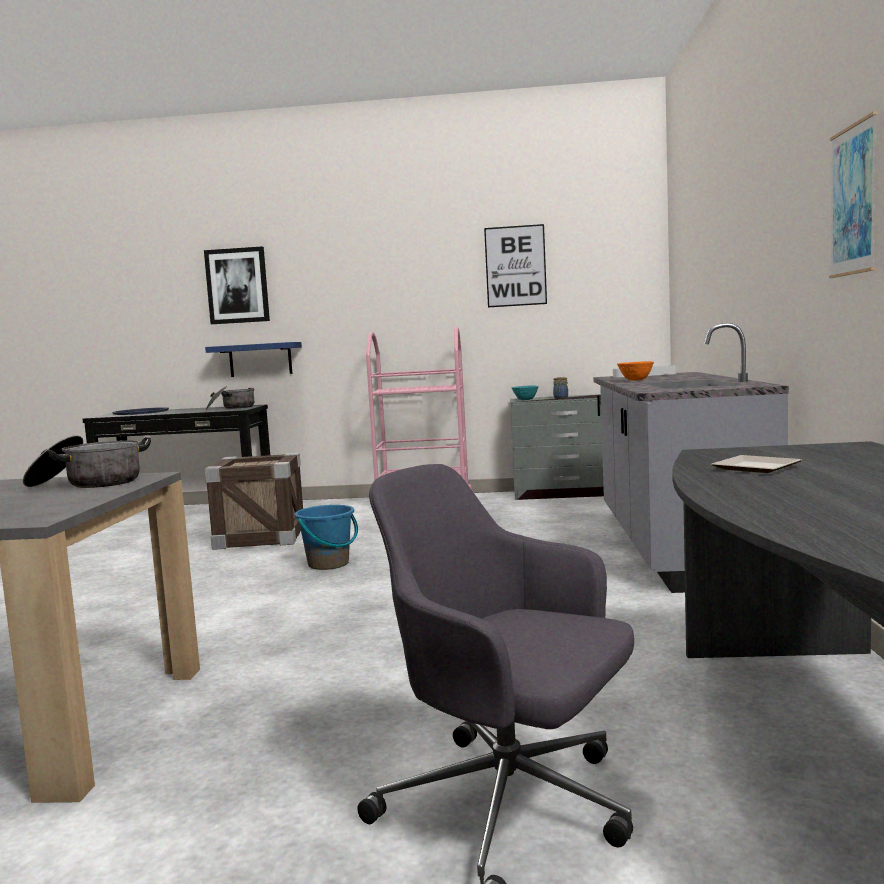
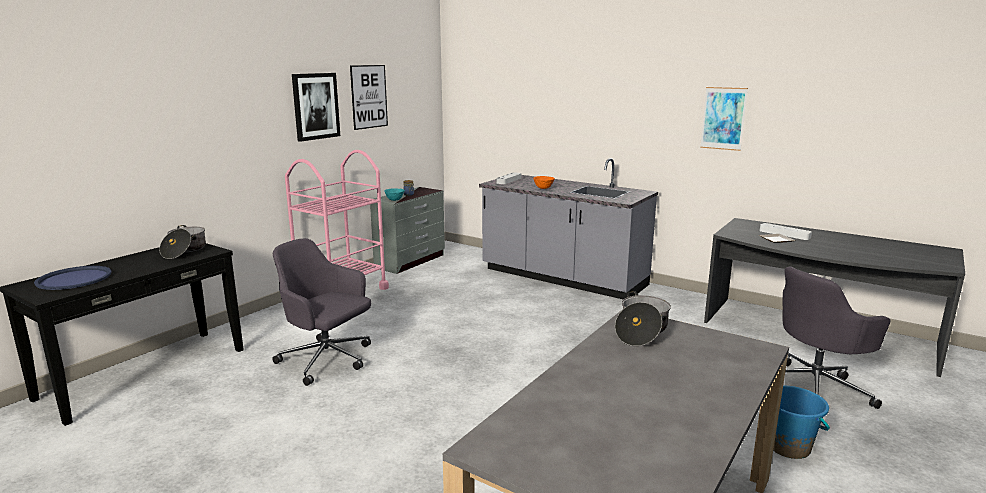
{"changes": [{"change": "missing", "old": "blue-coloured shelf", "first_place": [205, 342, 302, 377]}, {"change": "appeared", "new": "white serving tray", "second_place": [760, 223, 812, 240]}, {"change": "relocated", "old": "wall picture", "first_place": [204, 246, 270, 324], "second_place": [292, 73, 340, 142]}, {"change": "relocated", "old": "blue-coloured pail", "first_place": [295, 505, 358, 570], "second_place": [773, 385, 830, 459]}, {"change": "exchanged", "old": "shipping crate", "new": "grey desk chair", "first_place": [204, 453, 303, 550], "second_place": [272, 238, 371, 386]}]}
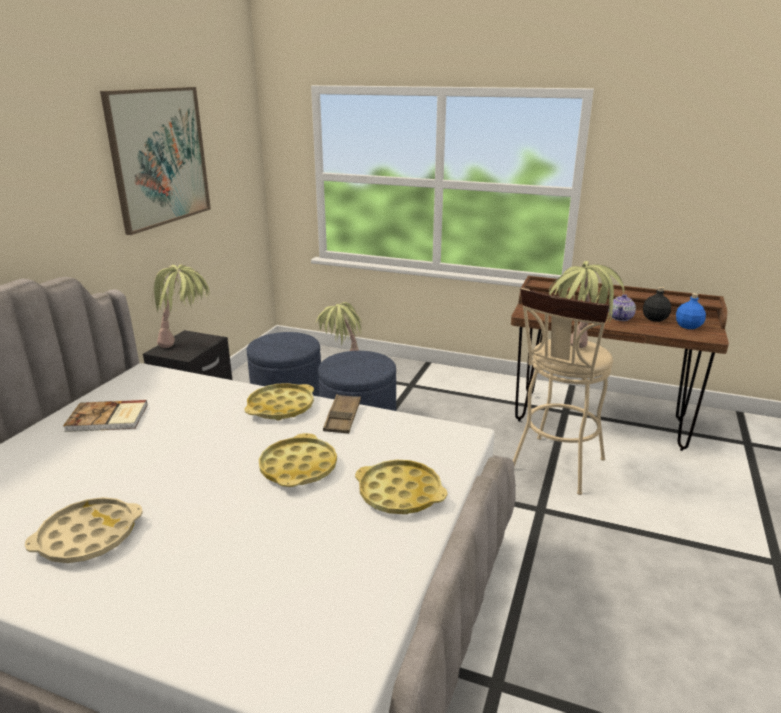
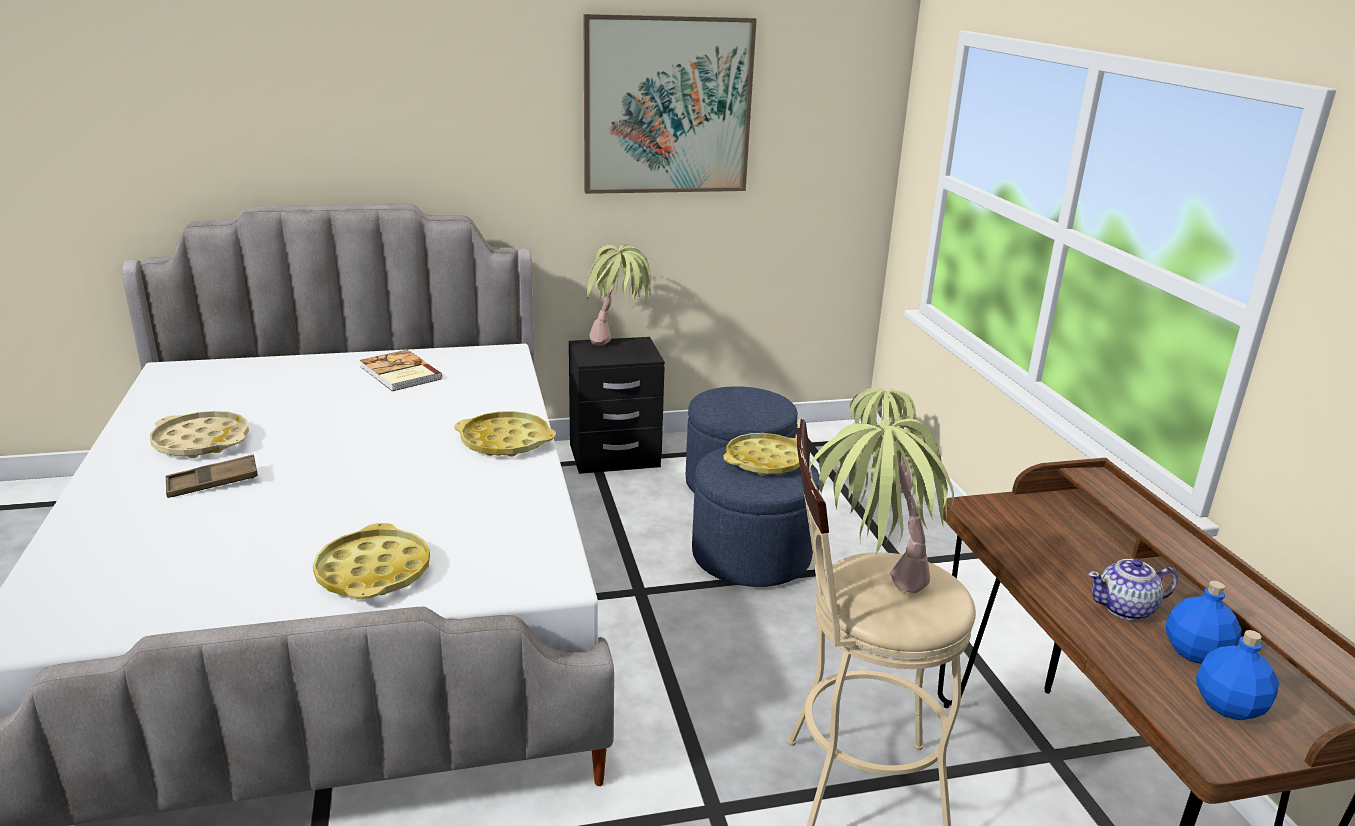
{"changes": [{"change": "relocated", "old": "yellowish serving tray", "first_place": [259, 433, 337, 487], "second_place": [723, 433, 800, 476]}, {"change": "relocated", "old": "brown-coloured serving tray", "first_place": [323, 394, 361, 434], "second_place": [165, 455, 258, 498]}, {"change": "colour", "old": "black-coloured bottle", "new": "blue-coloured bottle", "first_place": [643, 286, 671, 322], "second_place": [1166, 581, 1242, 664]}]}
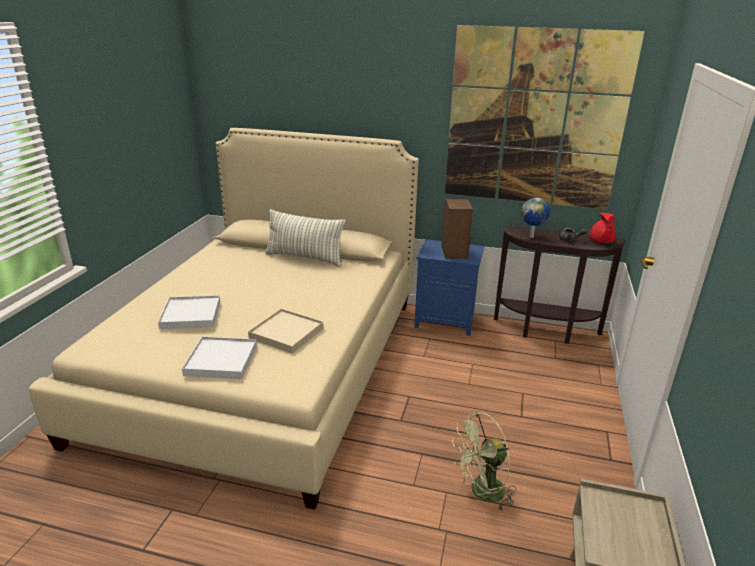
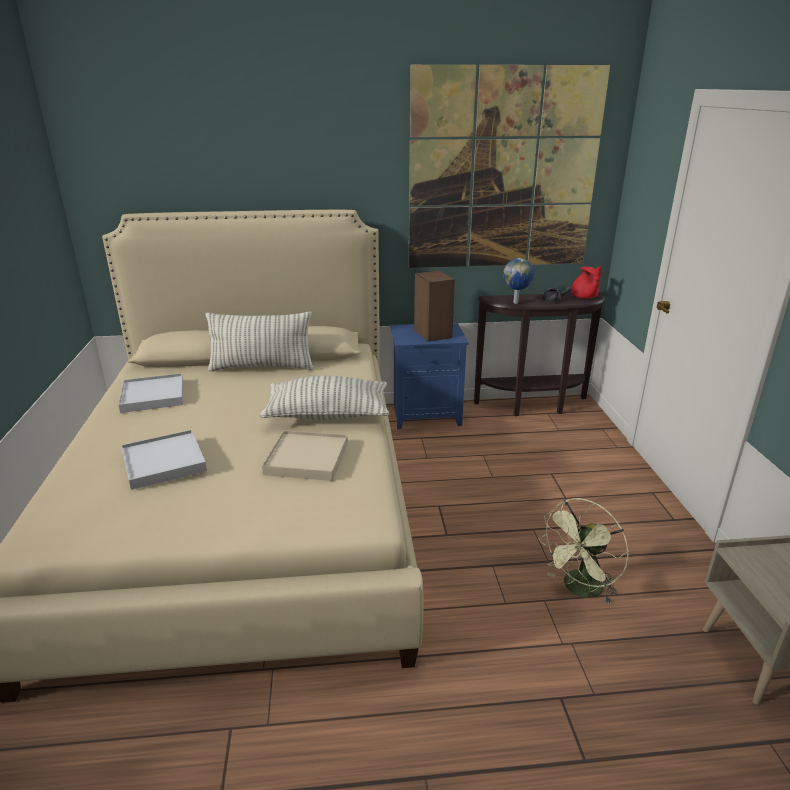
{"changes": [{"change": "appeared", "new": "throw pillow", "second_place": [260, 376, 389, 420]}, {"change": "relocated", "old": "white serving tray", "first_place": [182, 336, 257, 379], "second_place": [118, 373, 183, 413]}]}
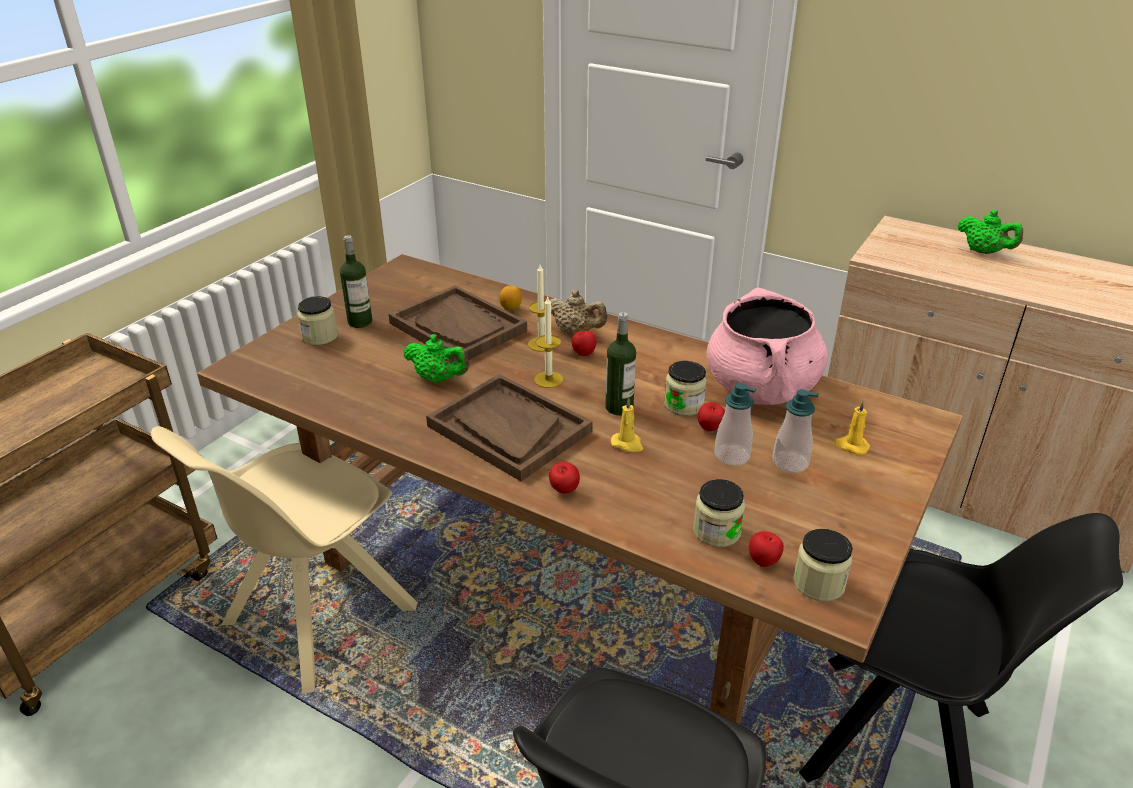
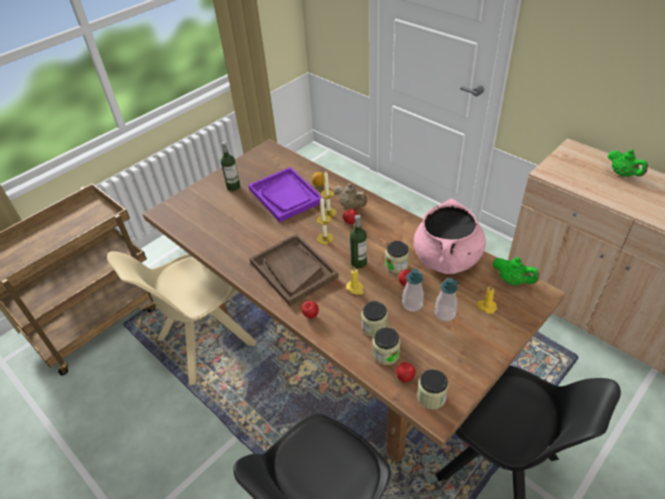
{"changes": [{"change": "relocated", "old": "jar", "first_place": [297, 296, 338, 345], "second_place": [361, 301, 388, 337]}, {"change": "relocated", "old": "greenish tea pot", "first_place": [404, 334, 469, 383], "second_place": [493, 257, 539, 285]}, {"change": "colour", "old": "brown-coloured serving tray", "new": "purple serving tray", "first_place": [389, 285, 527, 363], "second_place": [248, 167, 323, 223]}]}
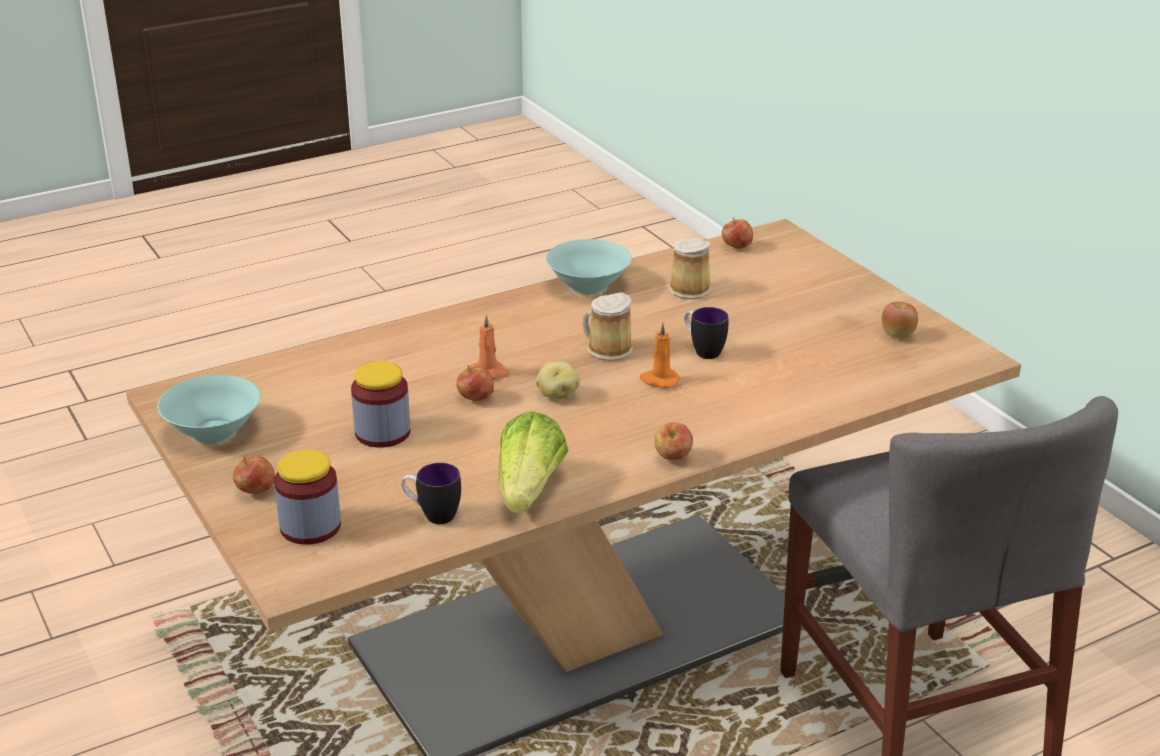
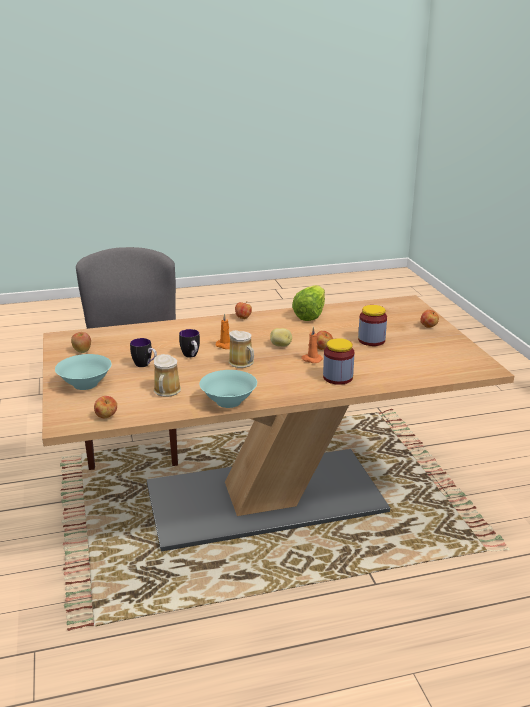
{"changes": [{"change": "relocated", "old": "blue-green serving bowl", "first_place": [158, 375, 261, 444], "second_place": [55, 354, 112, 390]}, {"change": "relocated", "old": "jar", "first_place": [274, 449, 341, 545], "second_place": [323, 338, 354, 385]}, {"change": "relocated", "old": "coffee mug", "first_place": [402, 463, 461, 524], "second_place": [130, 338, 157, 367]}]}
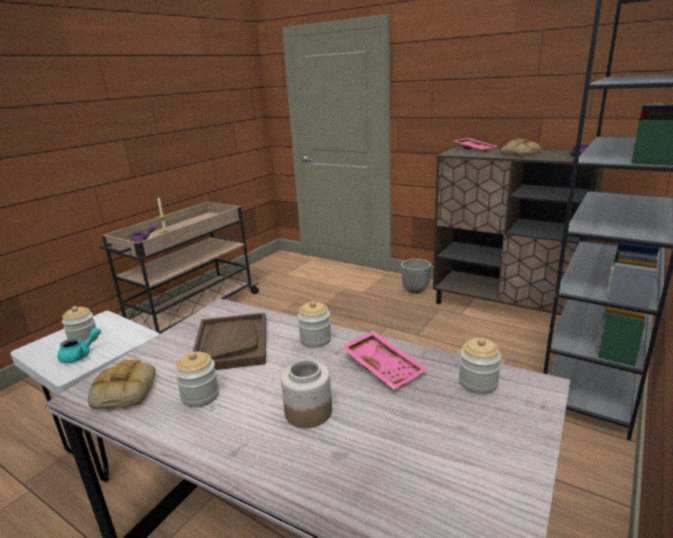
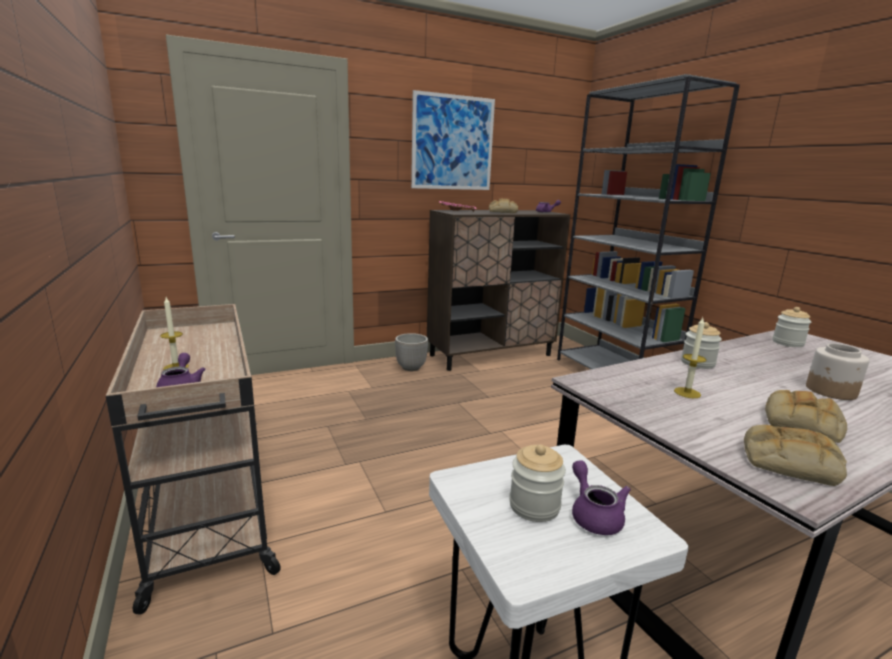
{"changes": [{"change": "missing", "old": "pinkish serving tray", "first_place": [341, 331, 428, 390]}, {"change": "appeared", "new": "wall picture", "second_place": [411, 90, 495, 190]}, {"change": "exchanged", "old": "jar", "new": "bread", "first_place": [175, 352, 219, 408], "second_place": [765, 390, 847, 443]}, {"change": "exchanged", "old": "brown-coloured serving tray", "new": "candle", "first_place": [193, 313, 266, 370], "second_place": [674, 318, 706, 398]}, {"change": "colour", "old": "blue-green tea pot", "new": "purple tea pot", "first_place": [58, 328, 101, 363], "second_place": [572, 460, 631, 535]}]}
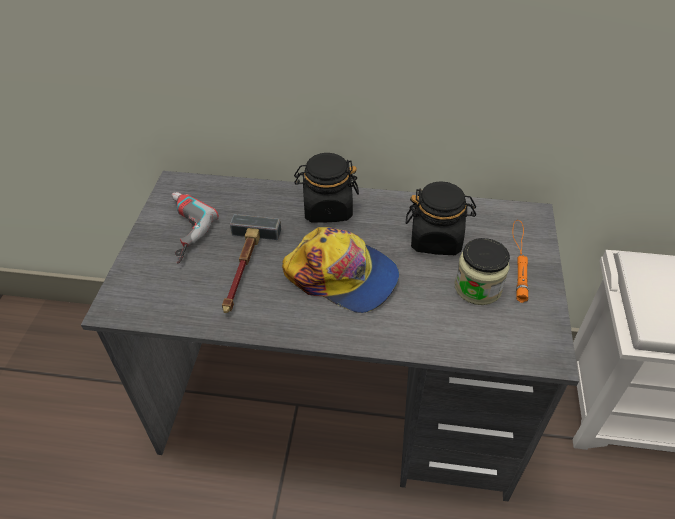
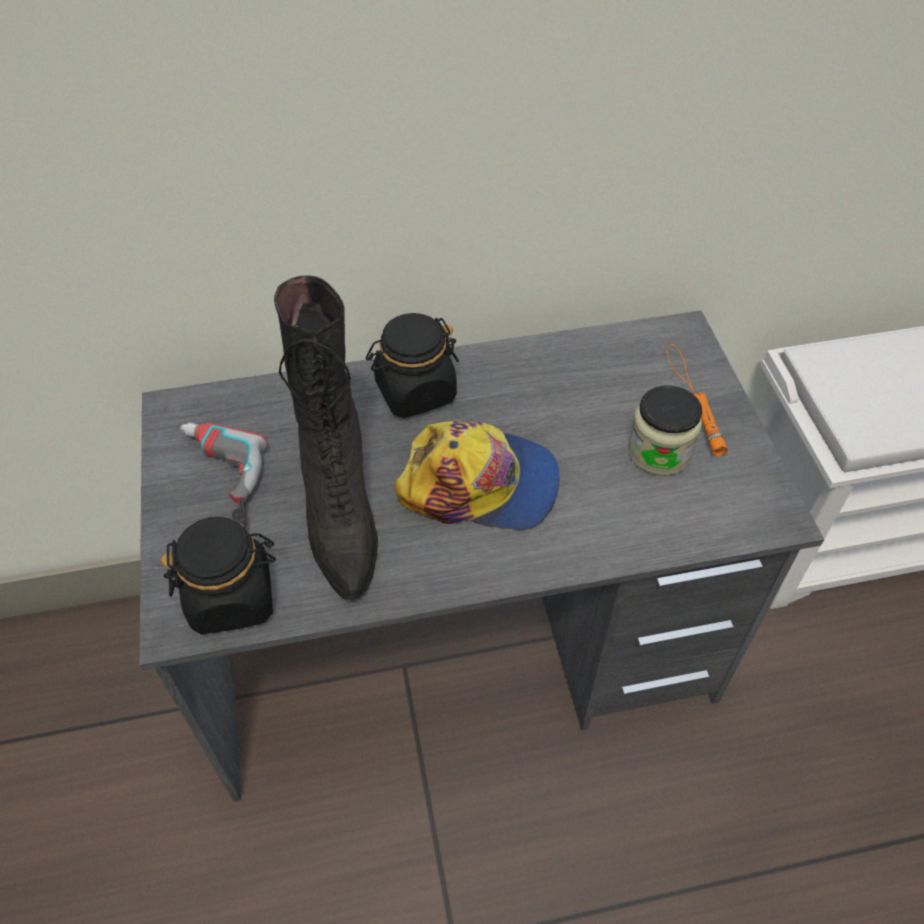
{"changes": [{"change": "relocated", "old": "black-coloured jar", "first_place": [406, 182, 476, 255], "second_place": [161, 517, 276, 634]}, {"change": "exchanged", "old": "hand hammer", "new": "black-coloured high-top boot", "first_place": [222, 214, 281, 313], "second_place": [274, 275, 378, 601]}]}
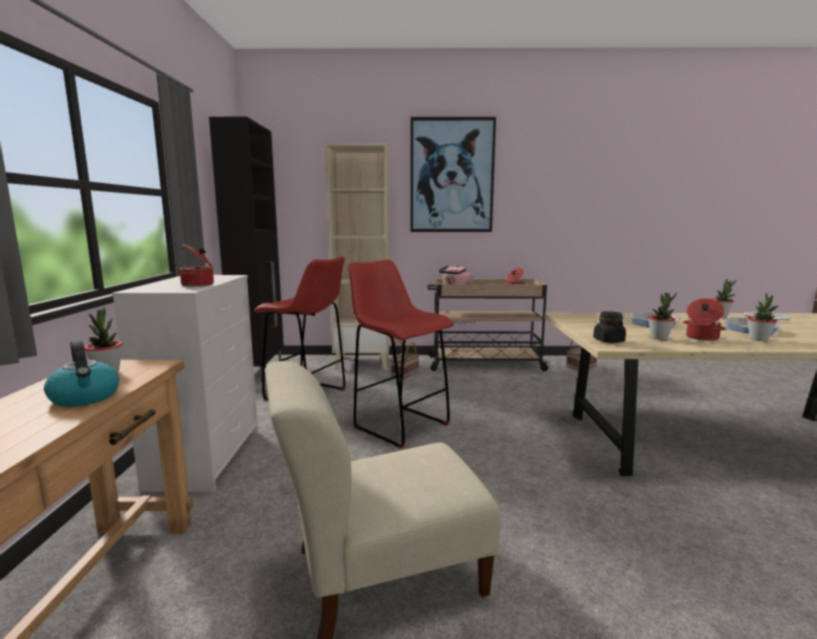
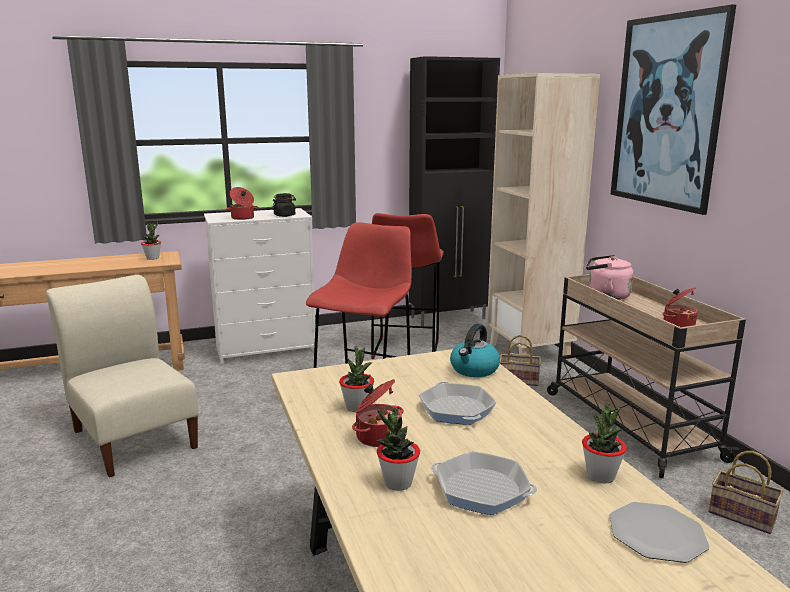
{"changes": [{"change": "relocated", "old": "tea kettle", "first_place": [44, 339, 119, 407], "second_place": [450, 324, 500, 377]}, {"change": "relocated", "old": "black-coloured jar", "first_place": [593, 311, 626, 343], "second_place": [272, 193, 296, 217]}]}
